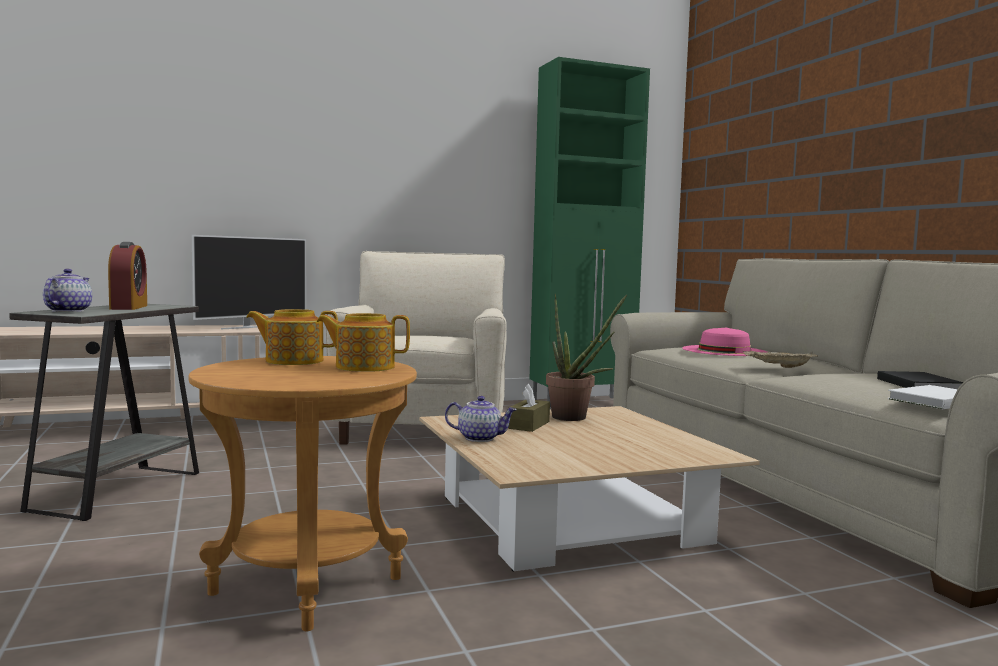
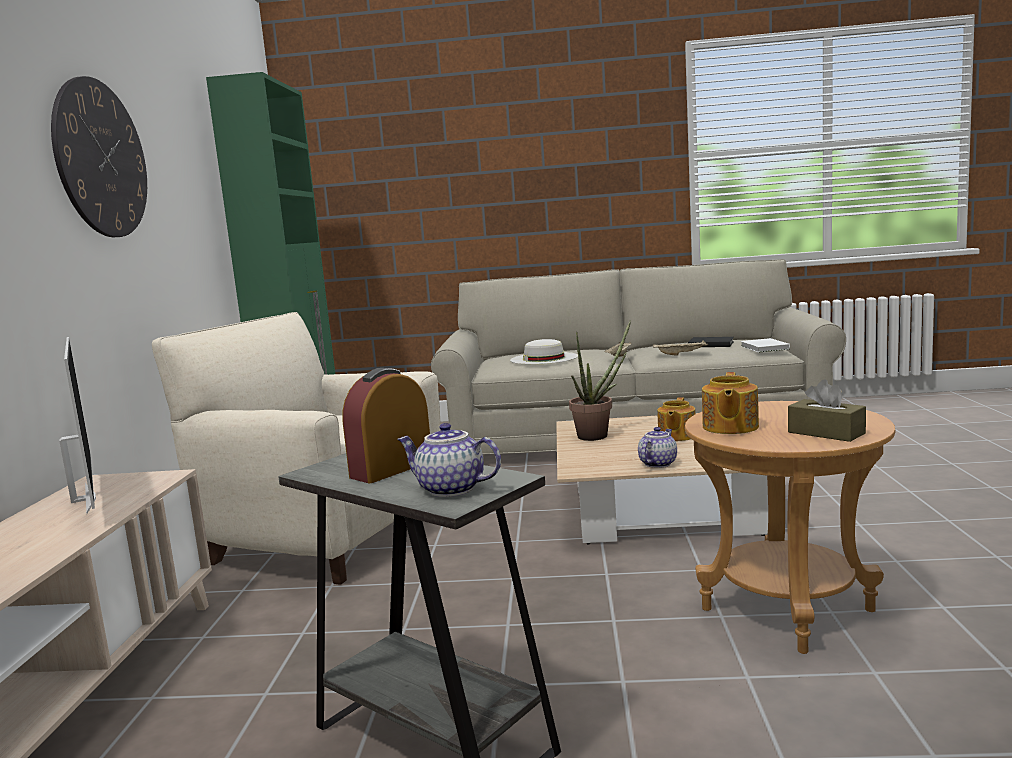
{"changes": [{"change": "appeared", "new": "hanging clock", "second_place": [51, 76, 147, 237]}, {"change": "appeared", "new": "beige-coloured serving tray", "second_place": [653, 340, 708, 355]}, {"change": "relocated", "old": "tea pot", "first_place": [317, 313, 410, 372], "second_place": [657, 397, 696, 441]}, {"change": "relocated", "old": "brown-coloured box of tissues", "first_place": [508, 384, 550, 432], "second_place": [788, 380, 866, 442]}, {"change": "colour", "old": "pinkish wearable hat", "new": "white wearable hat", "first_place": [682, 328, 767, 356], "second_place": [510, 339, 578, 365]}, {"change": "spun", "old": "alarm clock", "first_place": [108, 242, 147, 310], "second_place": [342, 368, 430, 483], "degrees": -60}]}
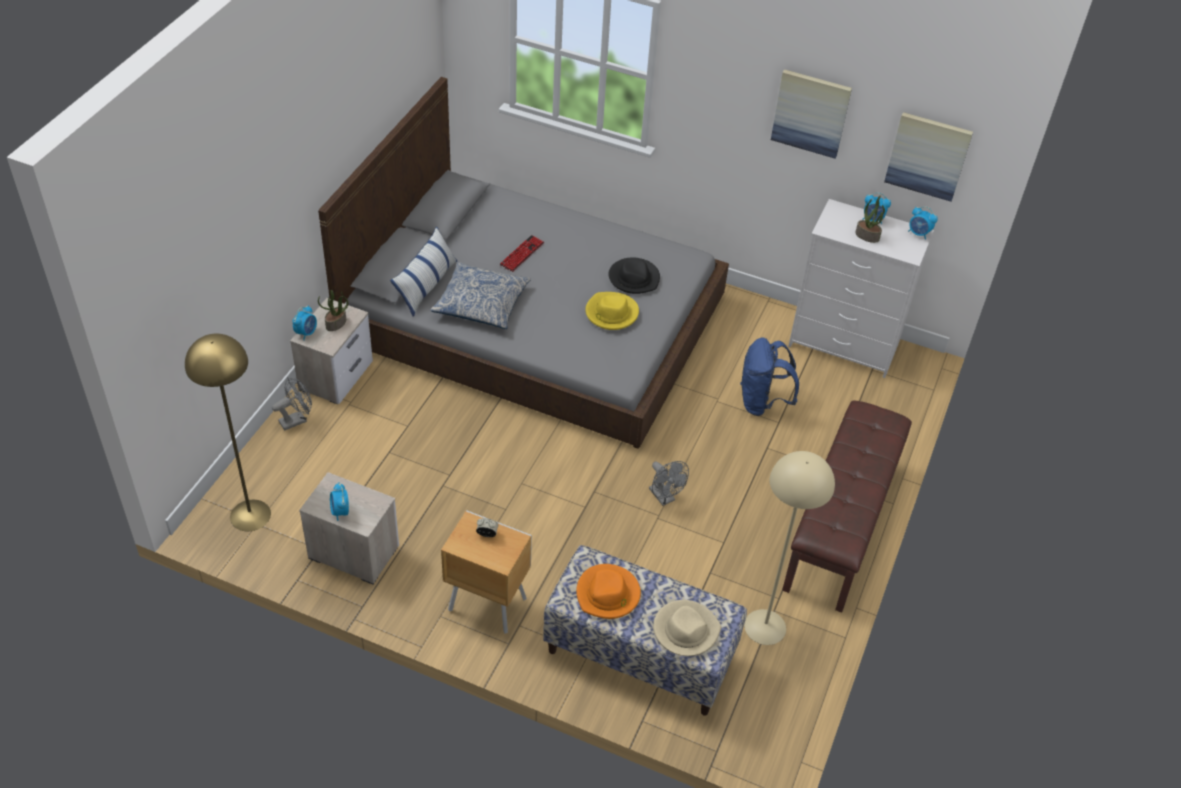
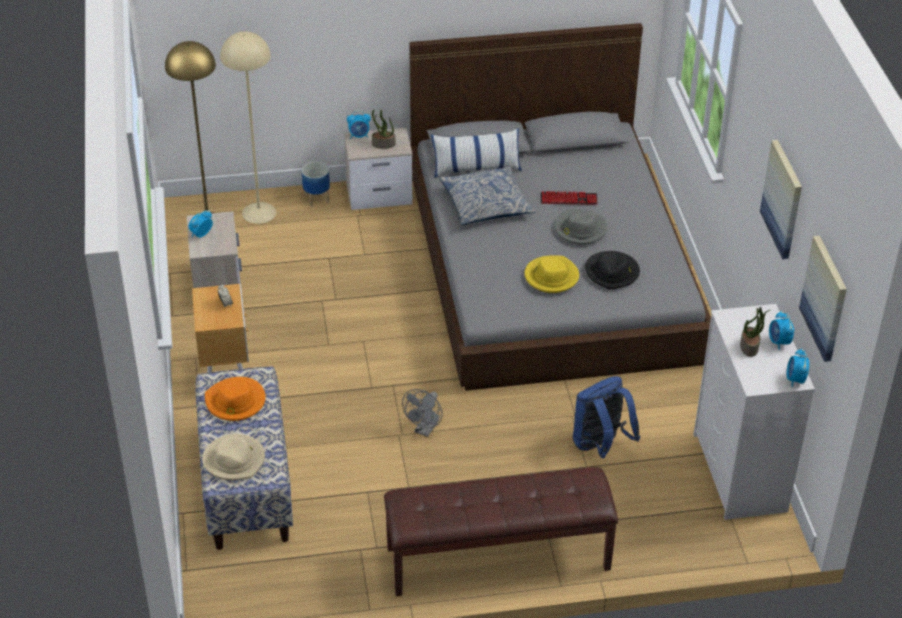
{"changes": [{"change": "appeared", "new": "grey wearable hat", "second_place": [554, 209, 608, 245]}, {"change": "relocated", "old": "beige-coloured floor lamp", "first_place": [744, 451, 835, 645], "second_place": [220, 31, 276, 224]}, {"change": "exchanged", "old": "grey fan", "new": "planter", "first_place": [272, 377, 312, 431], "second_place": [302, 162, 330, 207]}]}
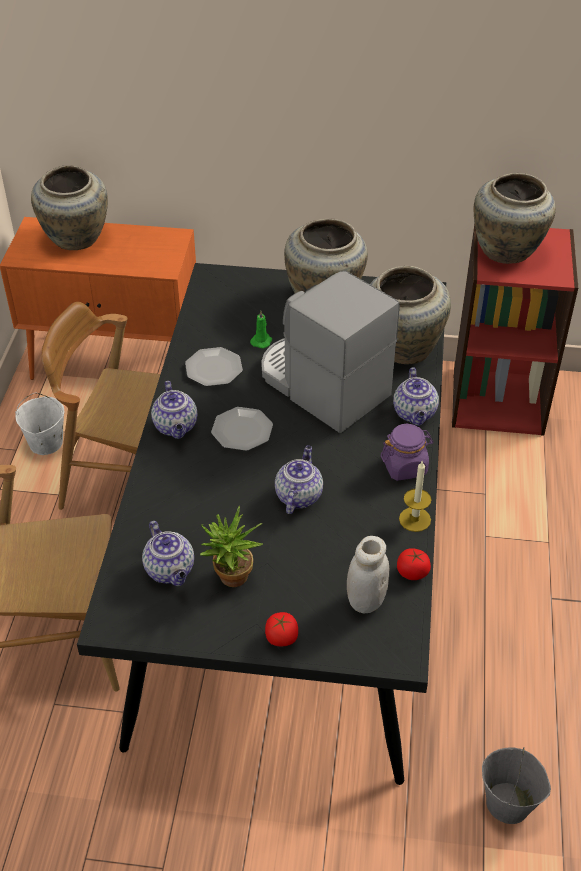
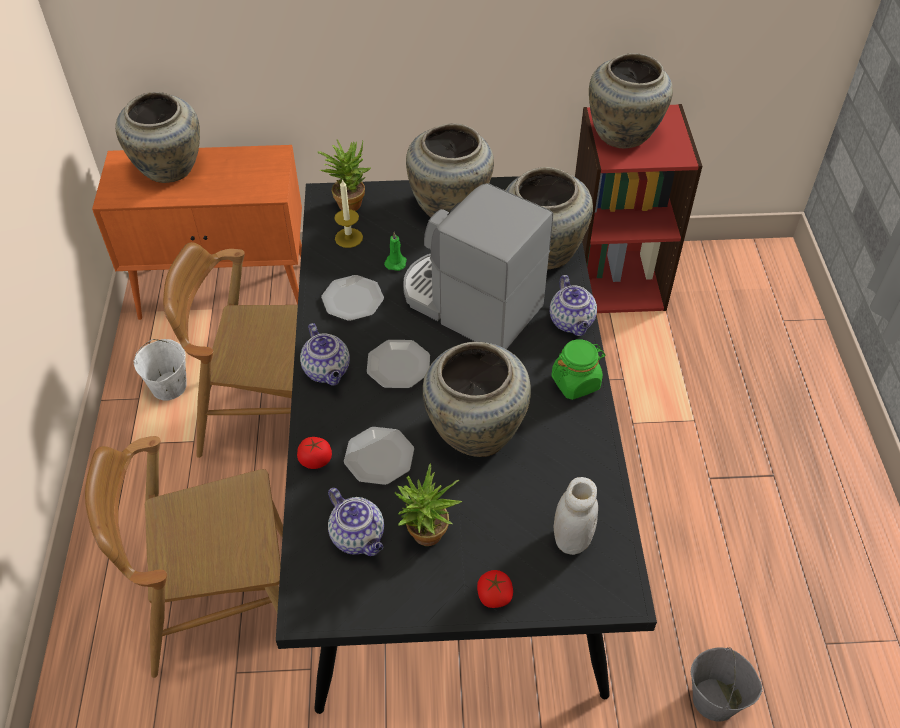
{"changes": [{"change": "appeared", "new": "plant in a pot", "second_place": [318, 140, 371, 211]}, {"change": "appeared", "new": "plate", "second_place": [344, 427, 414, 485]}, {"change": "relocated", "old": "fresh tomato", "first_place": [397, 548, 431, 580], "second_place": [297, 437, 332, 469]}, {"change": "relocated", "old": "candle", "first_place": [399, 461, 432, 532], "second_place": [334, 179, 363, 248]}, {"change": "exchanged", "old": "tea pot", "new": "beige-coloured flower vase", "first_place": [275, 445, 323, 514], "second_place": [423, 342, 531, 457]}, {"change": "colour", "old": "purple jar", "new": "greenish jar", "first_place": [381, 424, 433, 481], "second_place": [551, 339, 605, 400]}]}
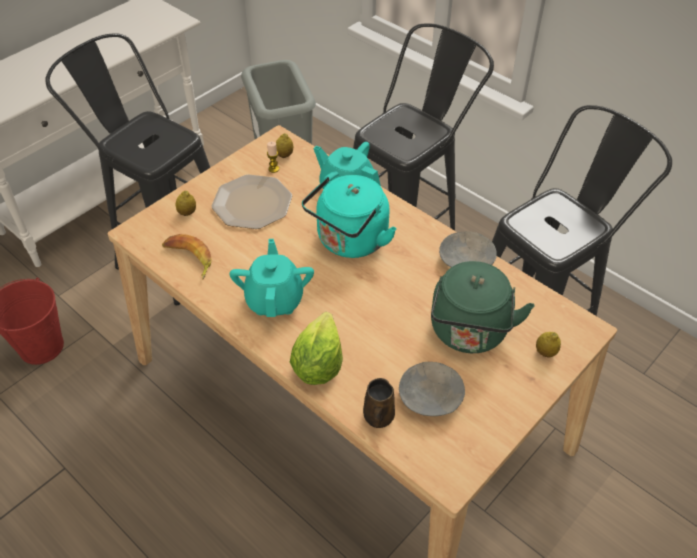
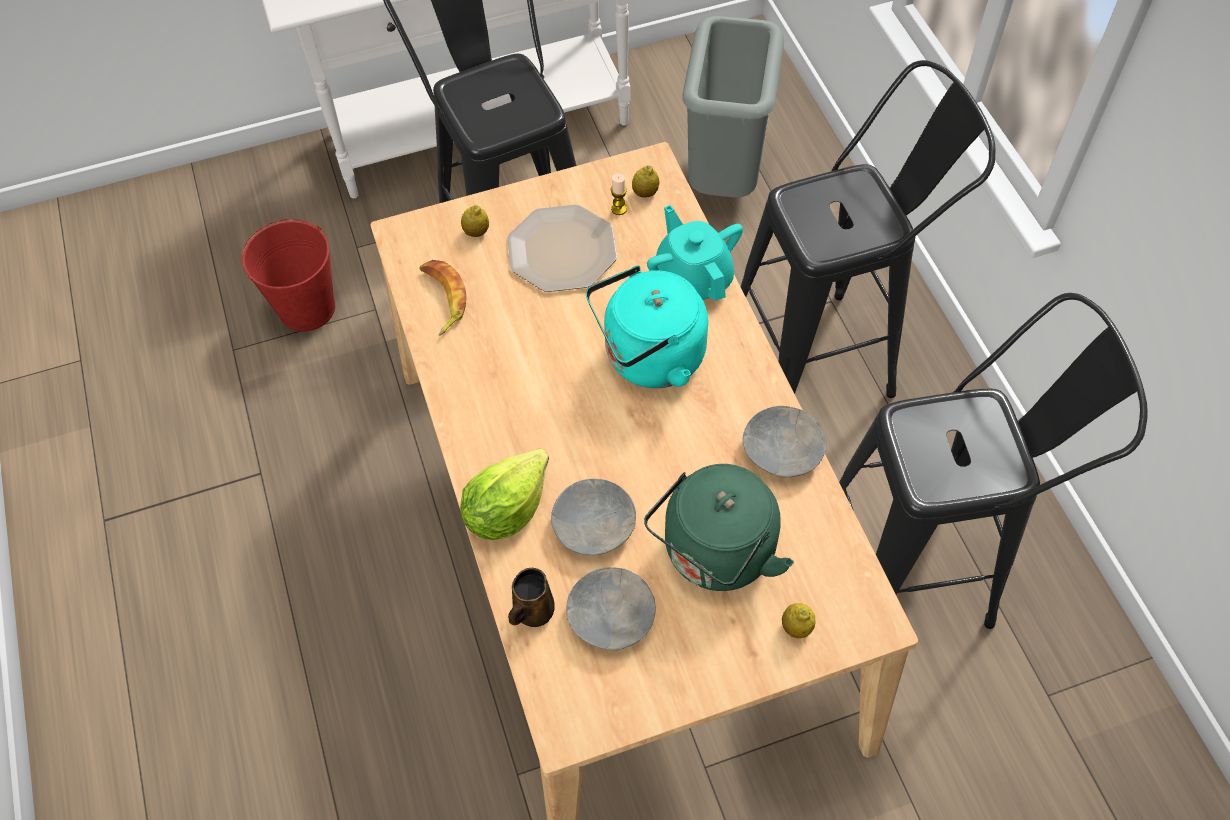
{"changes": [{"change": "missing", "old": "blue-green tea pot", "first_place": [230, 239, 314, 317]}, {"change": "appeared", "new": "grey serving bowl", "second_place": [551, 479, 636, 555]}]}
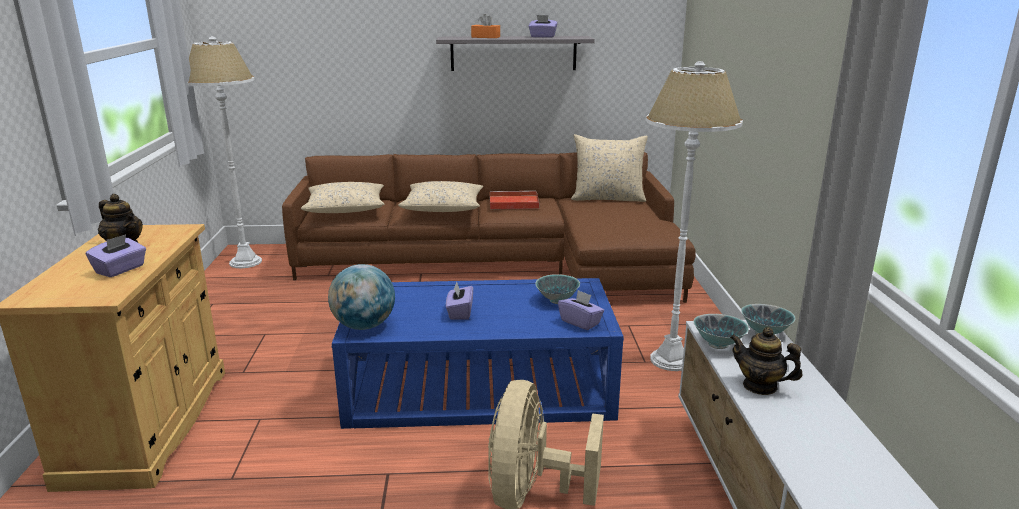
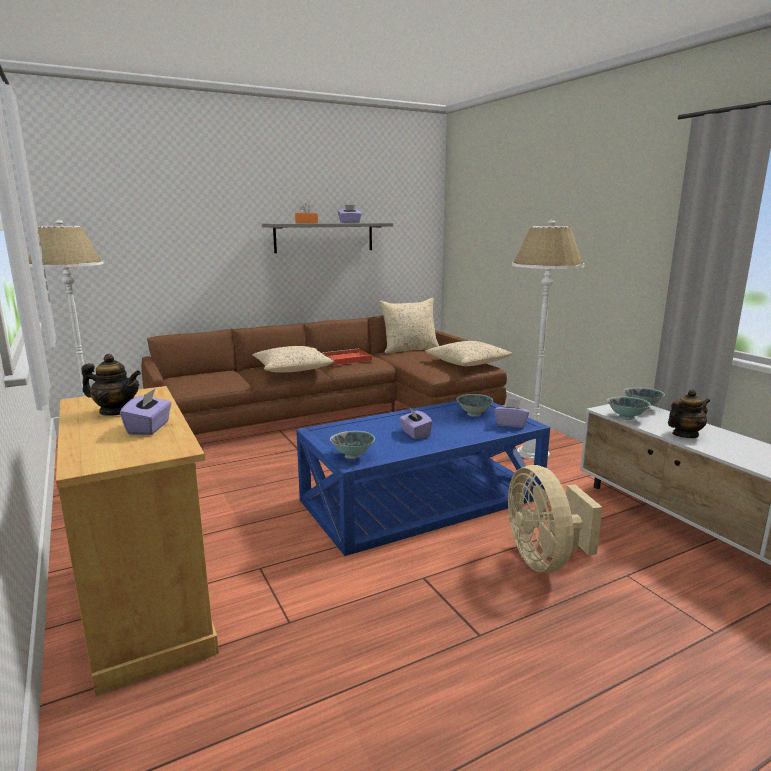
{"changes": [{"change": "relocated", "old": "beige-coloured throw pillow", "first_place": [301, 182, 385, 213], "second_place": [425, 341, 512, 366]}, {"change": "exchanged", "old": "globe", "new": "serving bowl", "first_place": [328, 264, 395, 330], "second_place": [330, 431, 375, 459]}, {"change": "spun", "old": "tea pot", "first_place": [730, 327, 802, 395], "second_place": [668, 389, 710, 438], "degrees": 150}]}
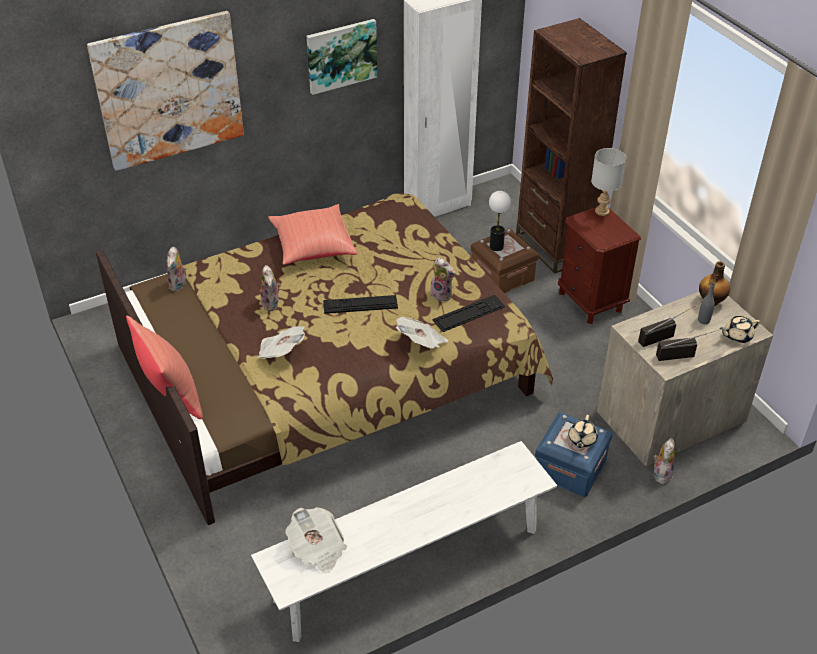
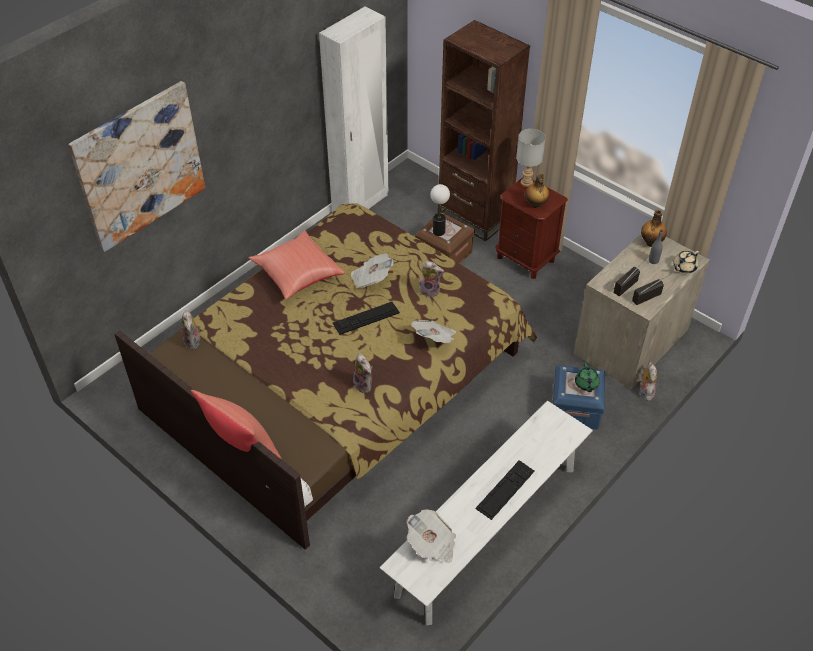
{"changes": [{"change": "missing", "old": "wall picture", "first_place": [307, 19, 377, 95]}, {"change": "appeared", "new": "bottle", "second_place": [525, 173, 549, 208]}, {"change": "relocated", "old": "printed paper", "first_place": [257, 326, 305, 359], "second_place": [351, 254, 394, 288]}, {"change": "relocated", "old": "cuddly toy", "first_place": [261, 265, 281, 311], "second_place": [353, 354, 372, 393]}, {"change": "relocated", "old": "computer keyboard", "first_place": [433, 295, 506, 332], "second_place": [476, 460, 535, 520]}, {"change": "colour", "old": "beige-coloured tea pot", "new": "greenish tea pot", "first_place": [568, 415, 598, 448], "second_place": [575, 362, 600, 392]}]}
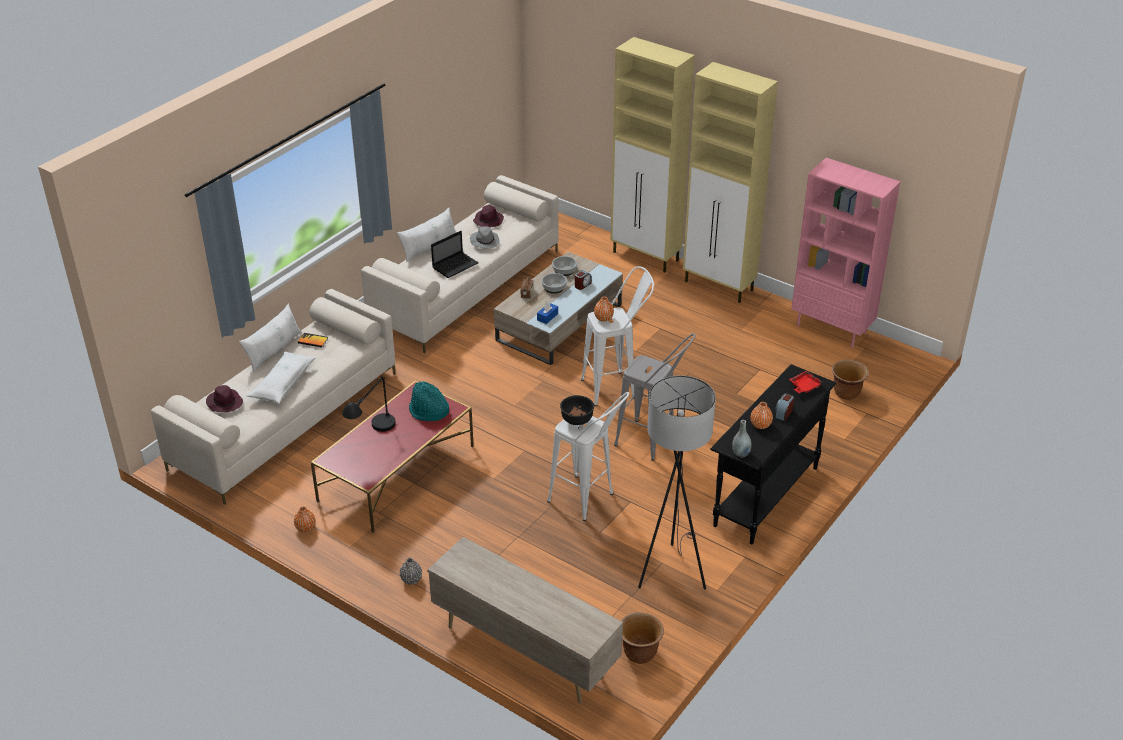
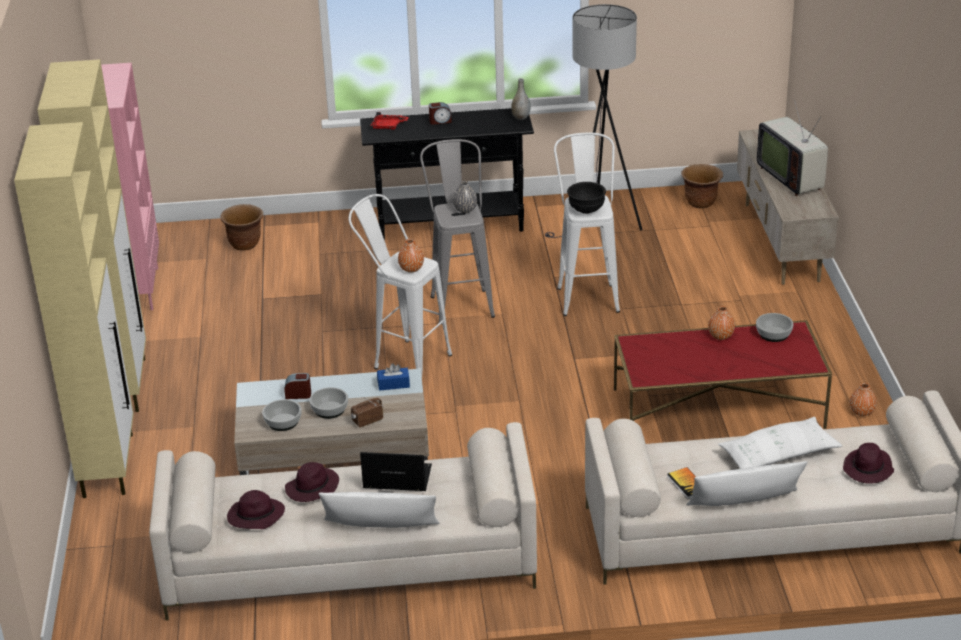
{"changes": [{"change": "missing", "old": "black-coloured tabletop lamp", "first_place": [342, 376, 396, 432]}, {"change": "missing", "old": "blue-green wearable hat", "first_place": [409, 381, 449, 421]}, {"change": "appeared", "new": "serving bowl", "second_place": [756, 313, 793, 342]}, {"change": "appeared", "new": "TV set", "second_place": [757, 99, 828, 196]}, {"change": "relocated", "old": "grey flower vase", "first_place": [400, 558, 422, 585], "second_place": [453, 181, 477, 213]}, {"change": "relocated", "old": "orange flower vase", "first_place": [750, 402, 773, 429], "second_place": [708, 306, 735, 340]}, {"change": "colour", "old": "grey wearable hat", "new": "purple wearable hat", "first_place": [470, 226, 500, 249], "second_place": [285, 462, 339, 502]}]}
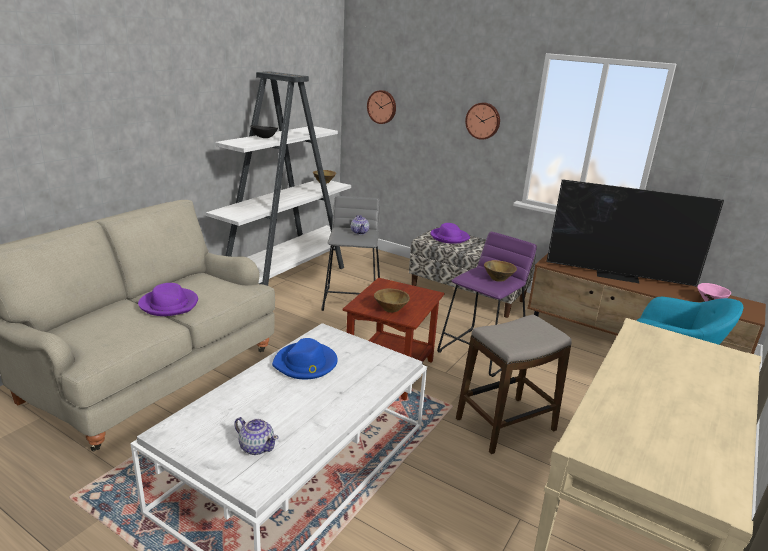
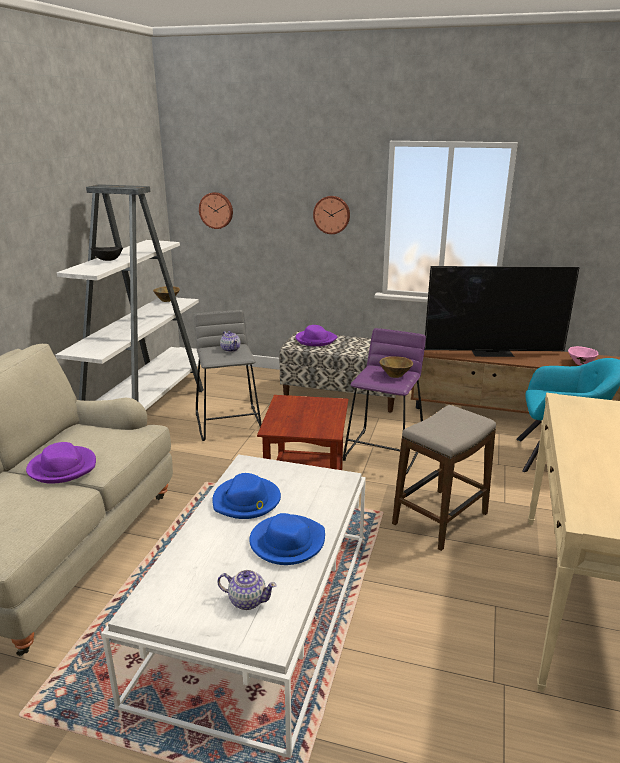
{"changes": [{"change": "missing", "old": "brown-coloured serving bowl", "first_place": [374, 288, 410, 312]}, {"change": "appeared", "new": "blue-coloured wearable hat", "second_place": [249, 513, 325, 565]}]}
